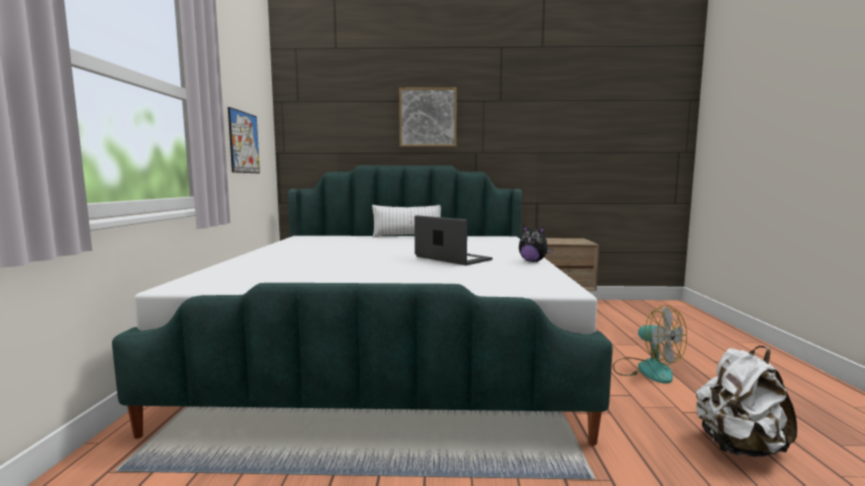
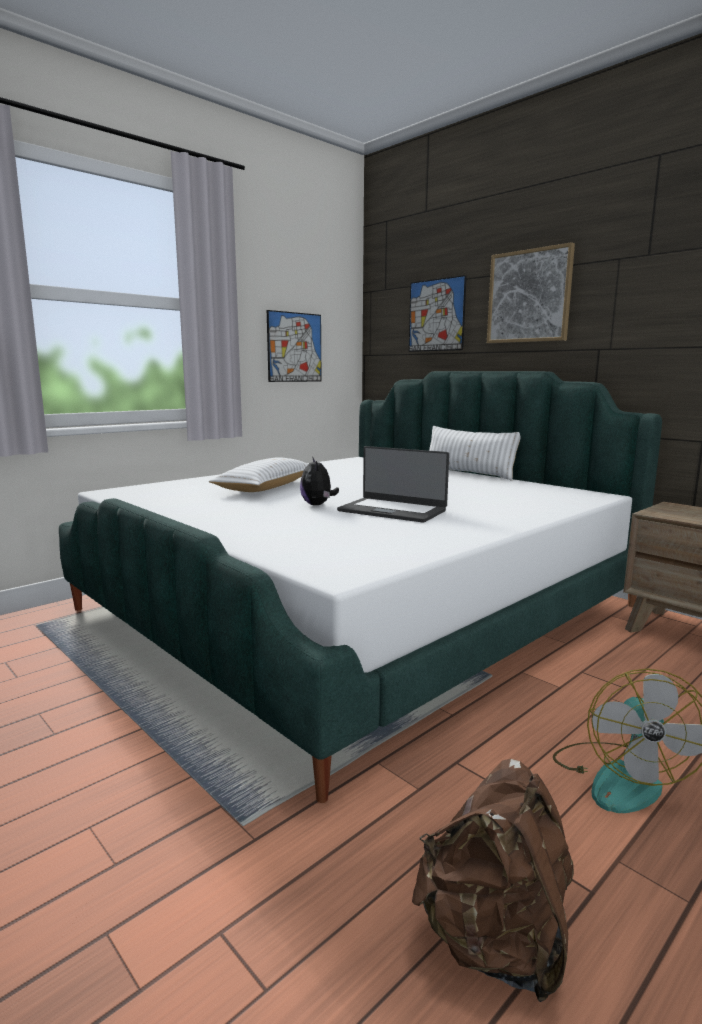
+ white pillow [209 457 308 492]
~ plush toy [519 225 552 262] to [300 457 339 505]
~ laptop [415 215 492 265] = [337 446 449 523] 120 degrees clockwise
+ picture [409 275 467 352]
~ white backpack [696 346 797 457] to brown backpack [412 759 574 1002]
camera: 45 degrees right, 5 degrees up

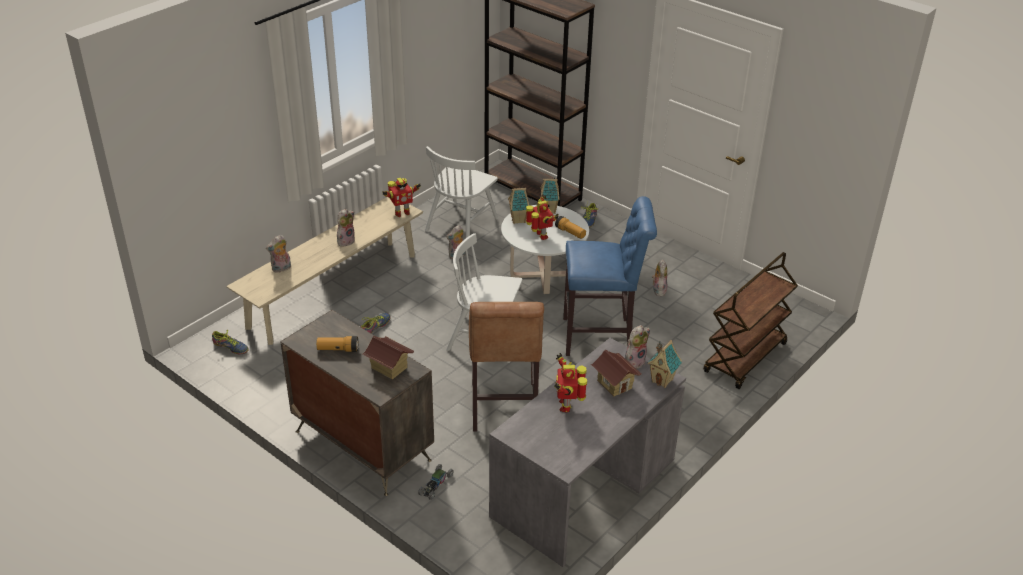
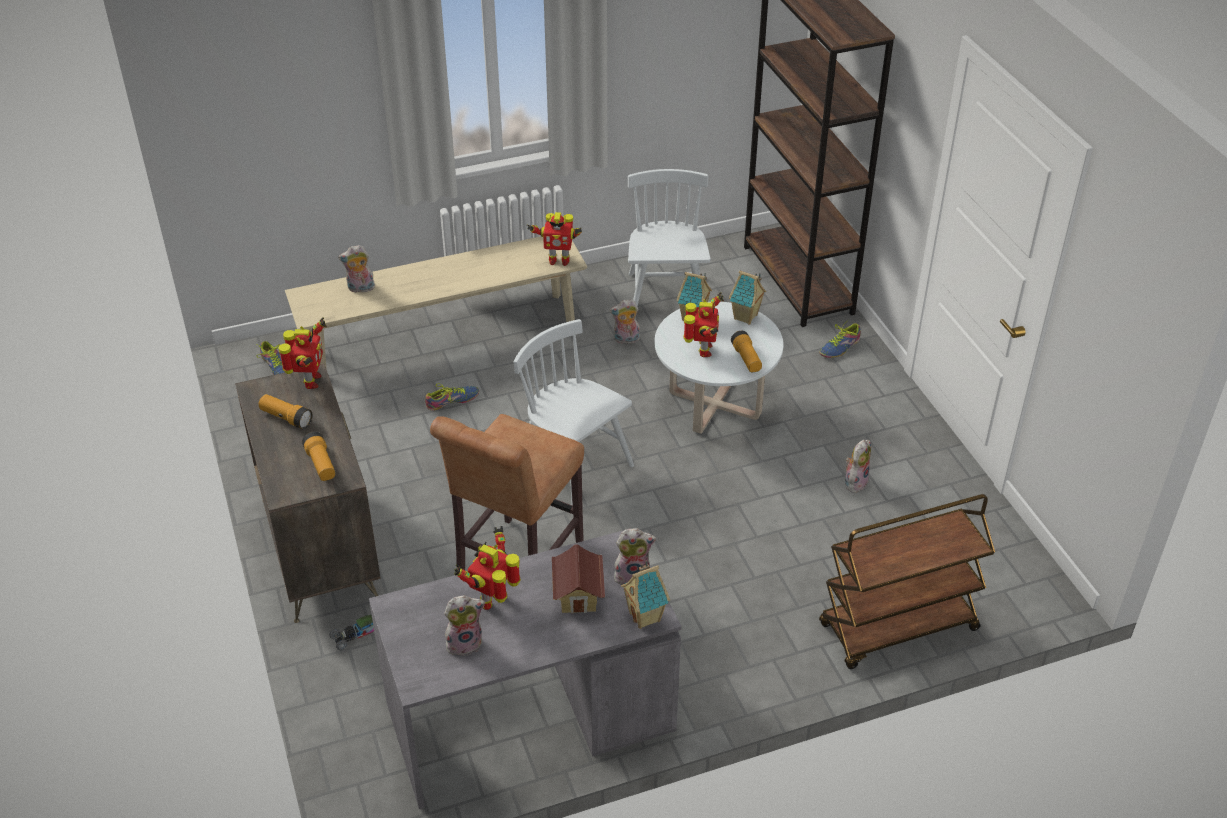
+ toy robot [278 317 327 389]
~ toy house [363 336 414 380] to flashlight [302 432 335 481]
~ plush toy [337 209 355 247] to [444 596 485 656]
~ white chair [425 146 498 238] = [628 169 711 306] 120 degrees clockwise
- blue stool [563 196 657 356]
camera: 30 degrees right, 5 degrees up

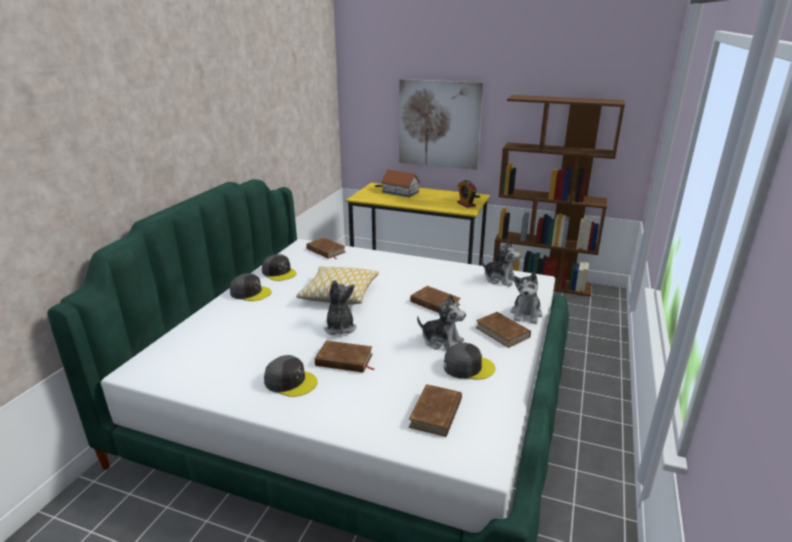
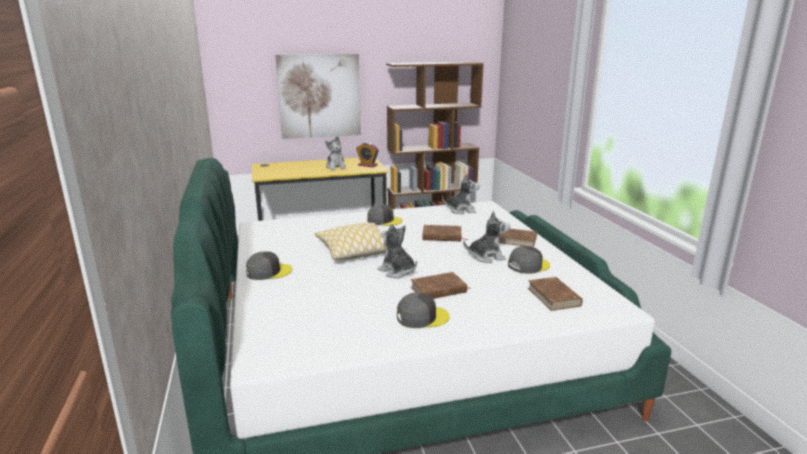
~ plush toy [511 272 542 324] to [325 136 346 170]
~ grey cap [262 254 296 281] to [367 204 403 226]
- brown book [306 238 346 259]
- toy house [381 170 420 197]
camera: 35 degrees left, 5 degrees down

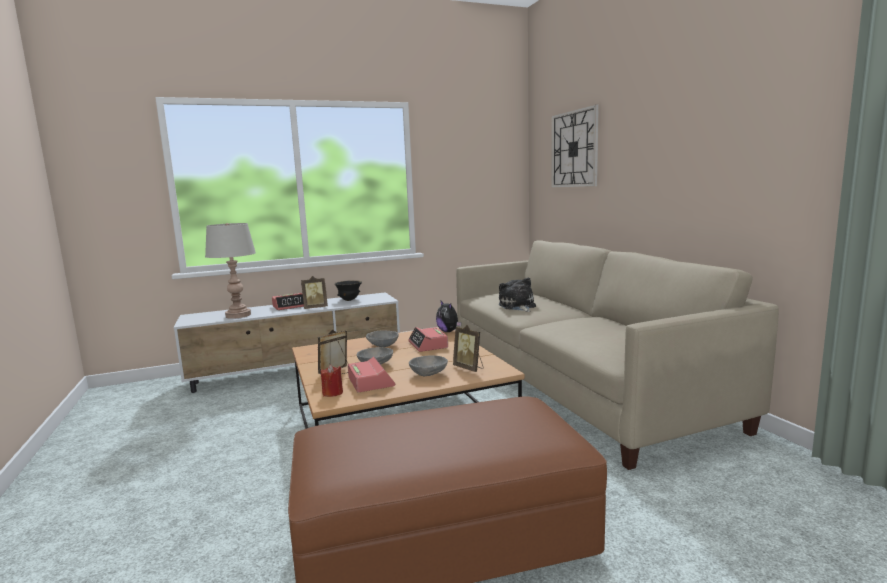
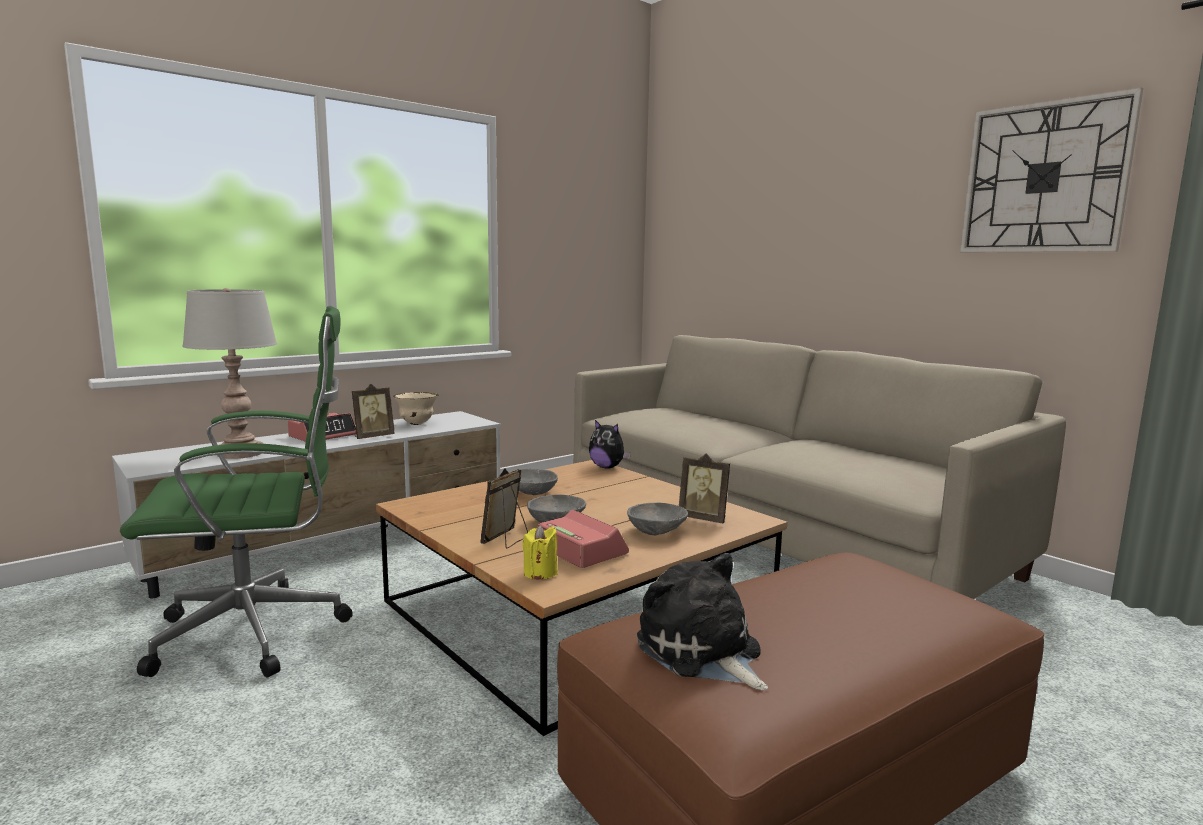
+ green office chair [120 306 353 677]
~ black bowl [334 280 362 301] to beige bowl [393 392 439 425]
~ red candle [321 364 343 397] to yellow candle [522 525 558 580]
~ plush toy [499 278 536 312] to [637 553 768 690]
~ wall clock [551 105 599 188] to [960 87 1143 252]
- alarm clock [408 327 448 352]
camera: 20 degrees left, 0 degrees up

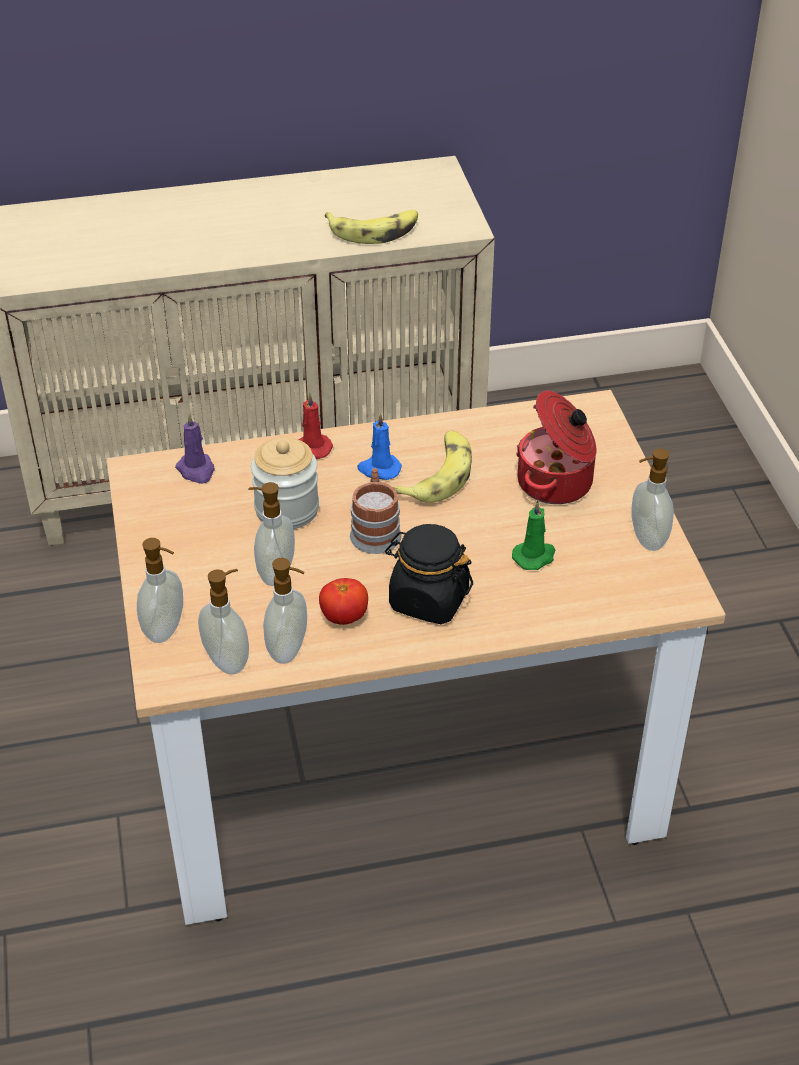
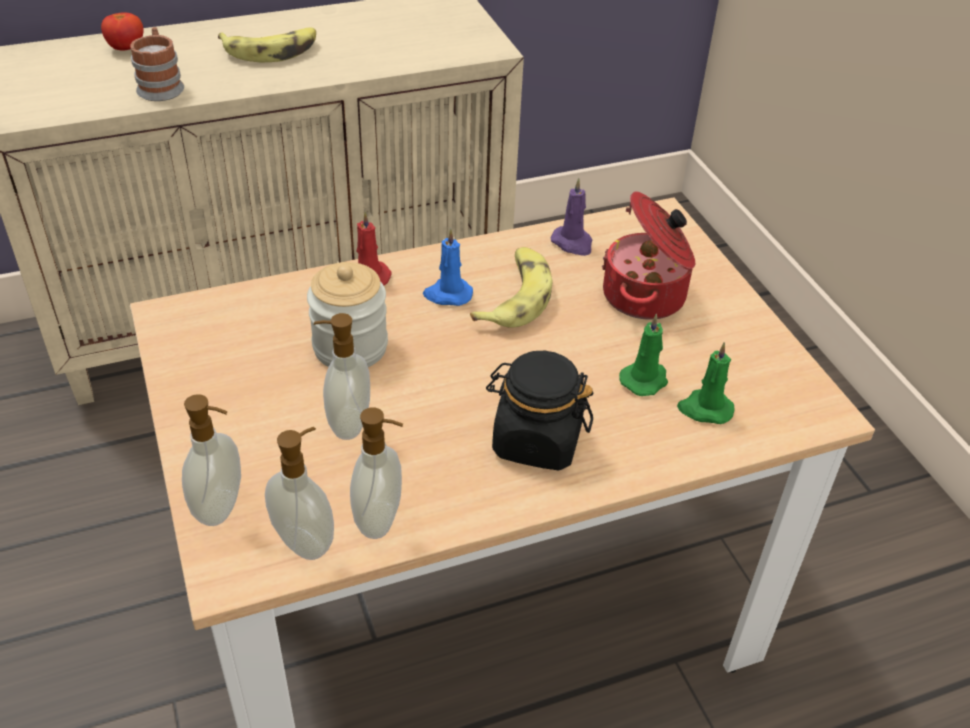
~ tomato [319 578 368 625] to [101 12 144 51]
~ mug [350 468 402 554] to [130 27 184 101]
~ banana [325 210 418 244] to [218 27 316 62]
~ purple candle [175 413 215 484] to [550 178 592 256]
+ green candle [677 342 735 424]
- soap dispenser [631 448 674 551]
camera: 10 degrees left, 0 degrees up

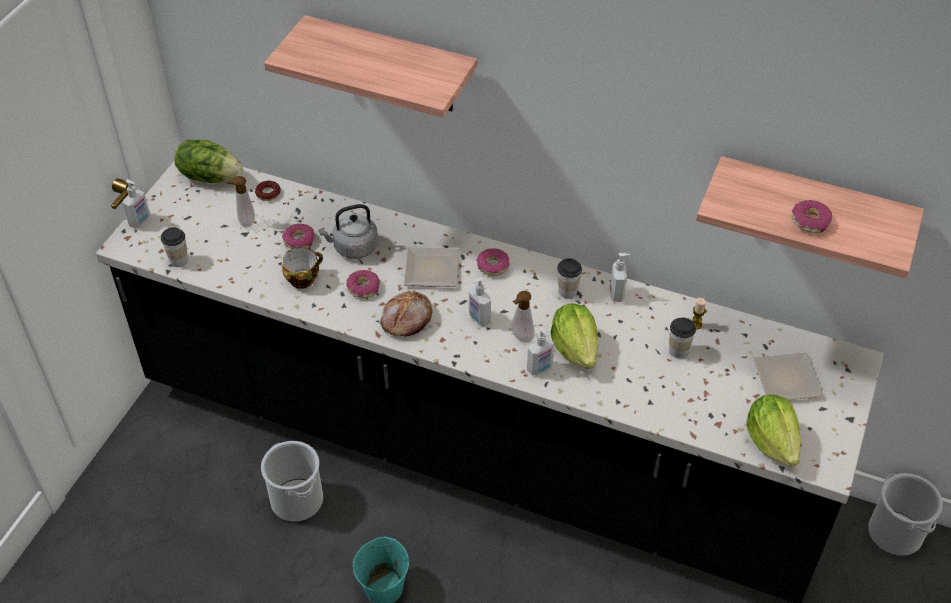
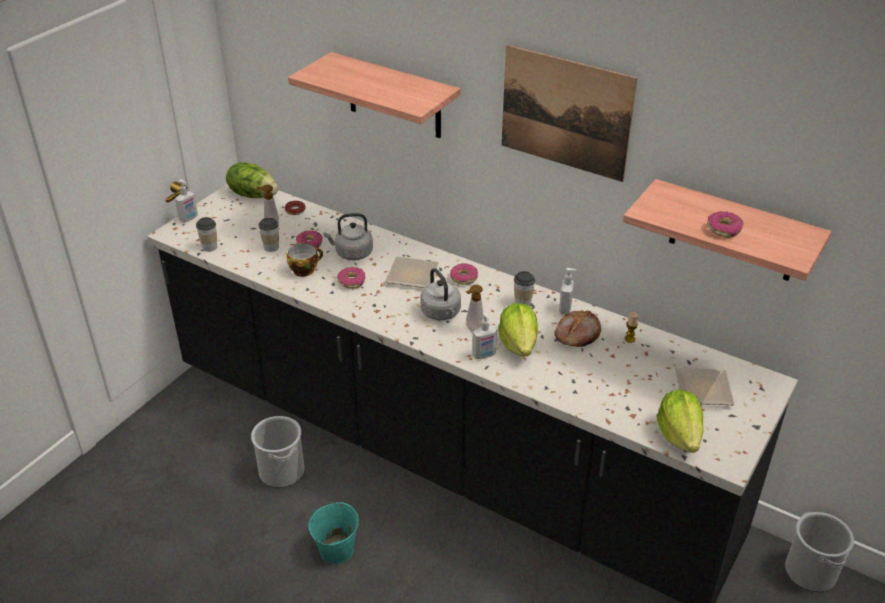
~ cup [669 317 696 358] to [259 218 279 252]
~ soap dispenser [469 277 491 326] to grey kettle [420 268 461 320]
+ picture [502 45 637 182]
~ bread [380 291 432 336] to [554 310 601 347]
camera: 10 degrees right, 10 degrees down

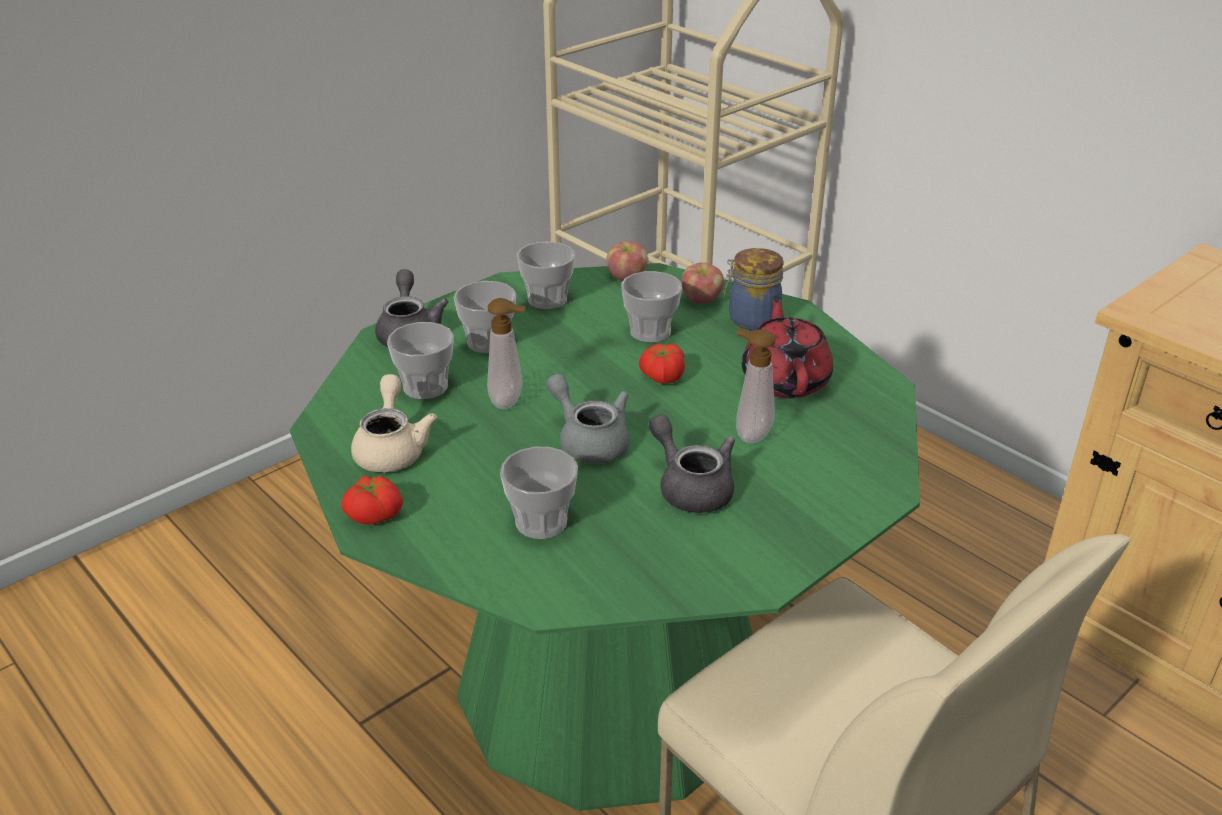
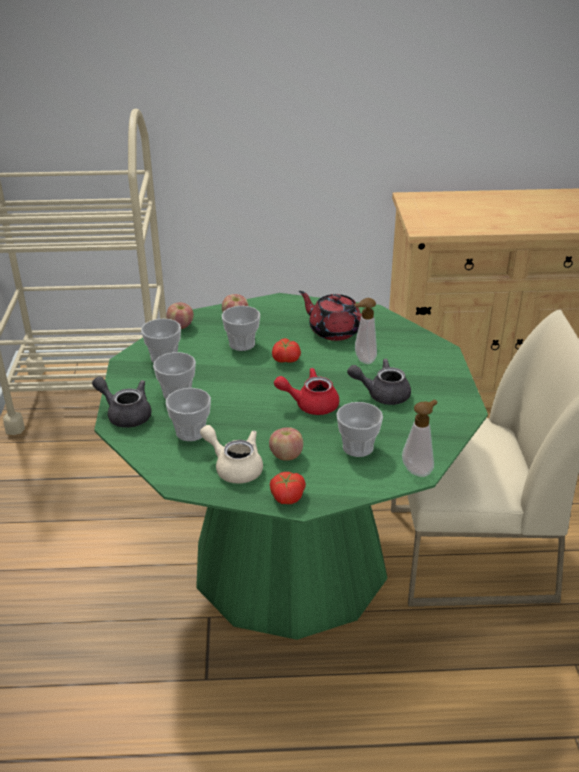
+ apple [269 427 303 461]
~ grey teapot [546 374 629 464] to red teapot [274 368 339 415]
~ soap dispenser [487 298 526 409] to [402 399 438 477]
- jar [724 248 784 330]
camera: 50 degrees left, 0 degrees up

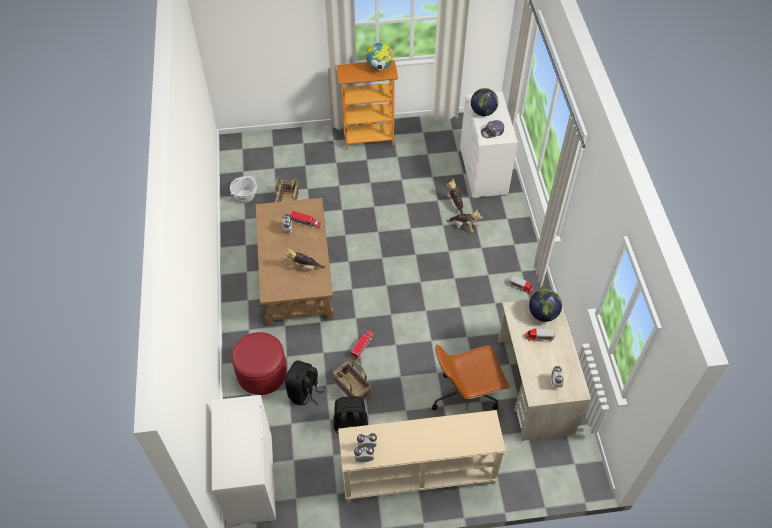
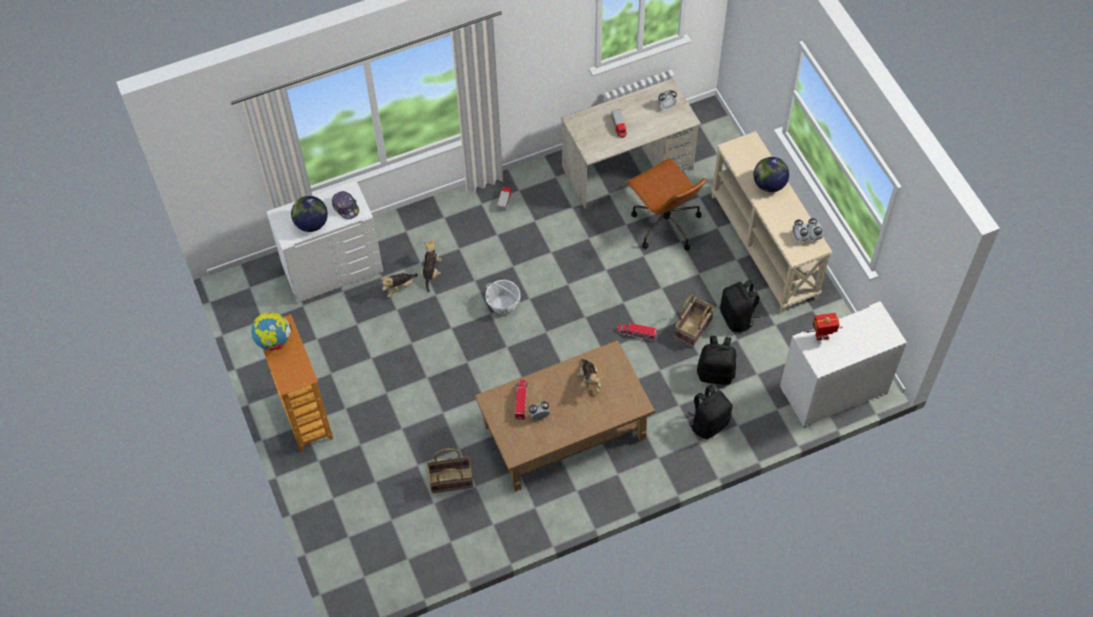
~ basket [230 176 257 203] to [485 280 521 315]
~ red ottoman [231 332 287 395] to black backpack [688 385 732 439]
~ globe [529 289 562 322] to [754 157 789 192]
+ toy robot [807 313 842 340]
camera: 105 degrees left, 5 degrees up

